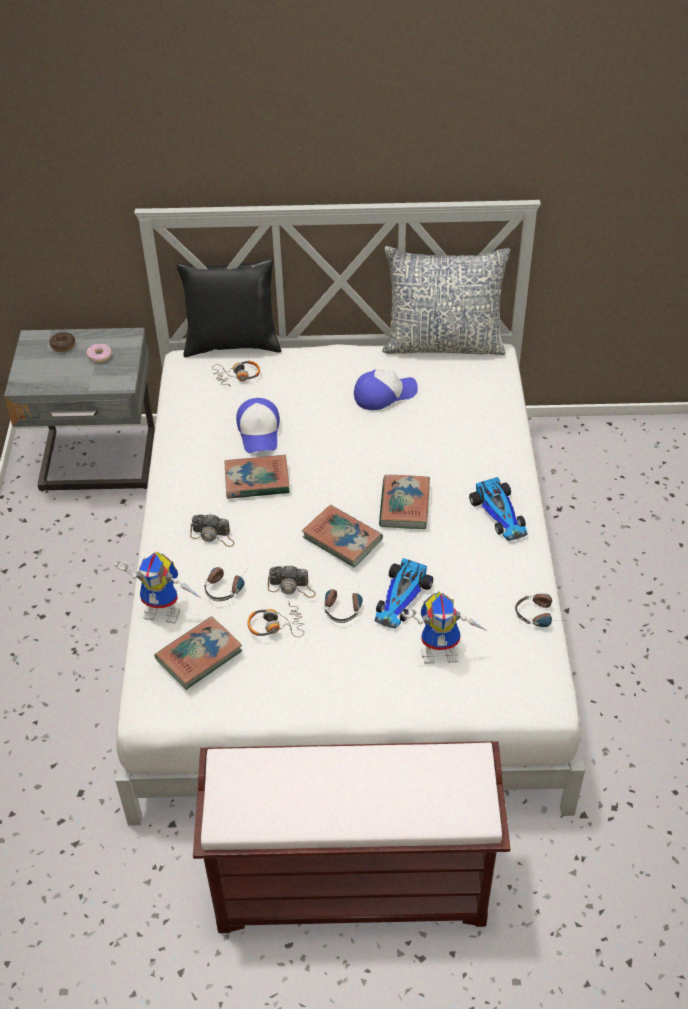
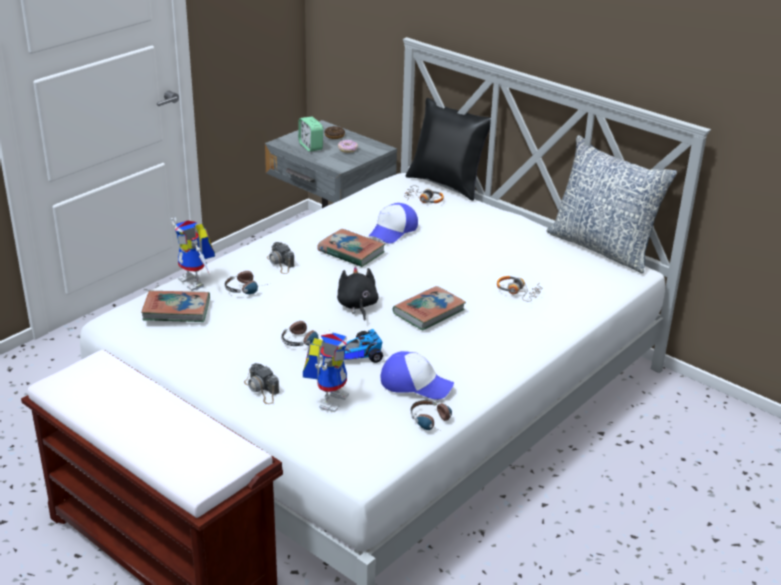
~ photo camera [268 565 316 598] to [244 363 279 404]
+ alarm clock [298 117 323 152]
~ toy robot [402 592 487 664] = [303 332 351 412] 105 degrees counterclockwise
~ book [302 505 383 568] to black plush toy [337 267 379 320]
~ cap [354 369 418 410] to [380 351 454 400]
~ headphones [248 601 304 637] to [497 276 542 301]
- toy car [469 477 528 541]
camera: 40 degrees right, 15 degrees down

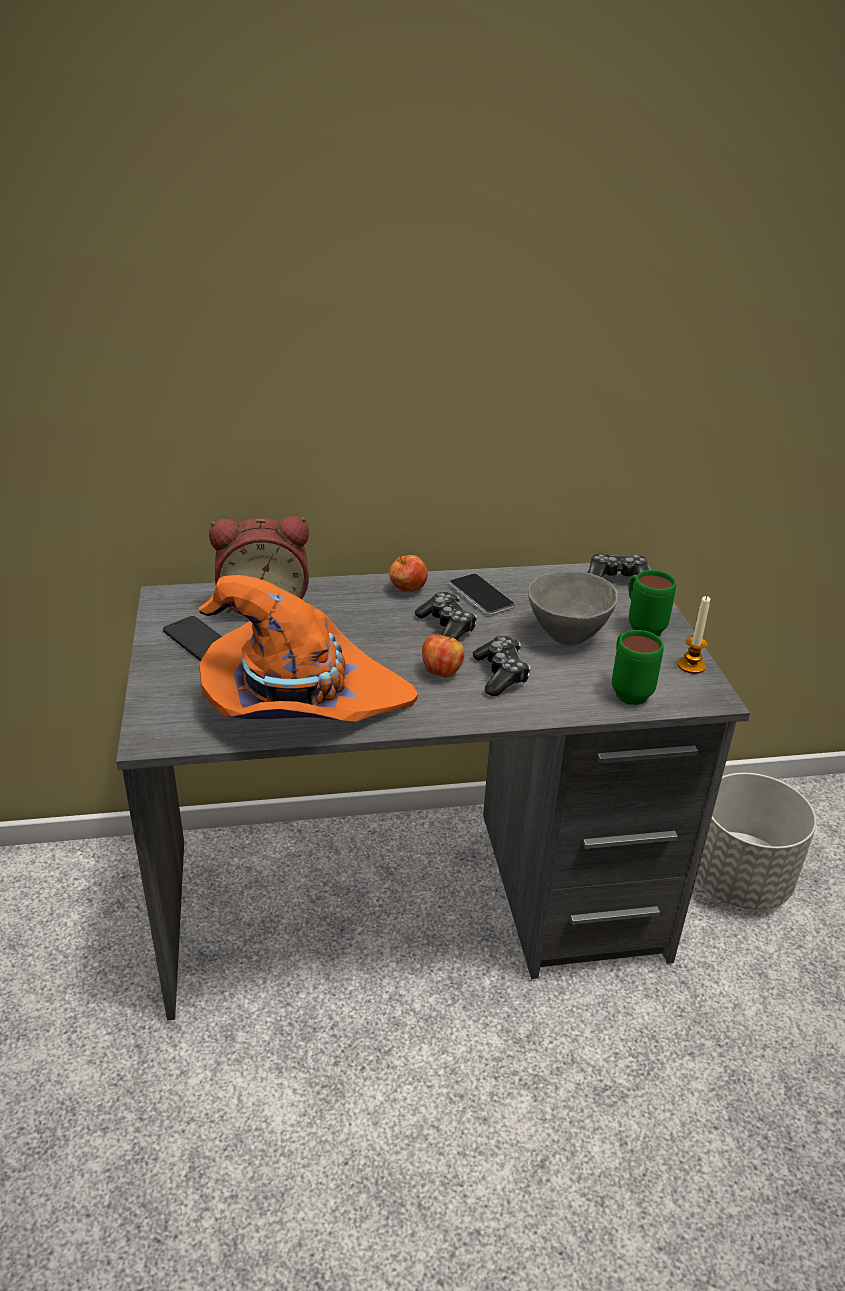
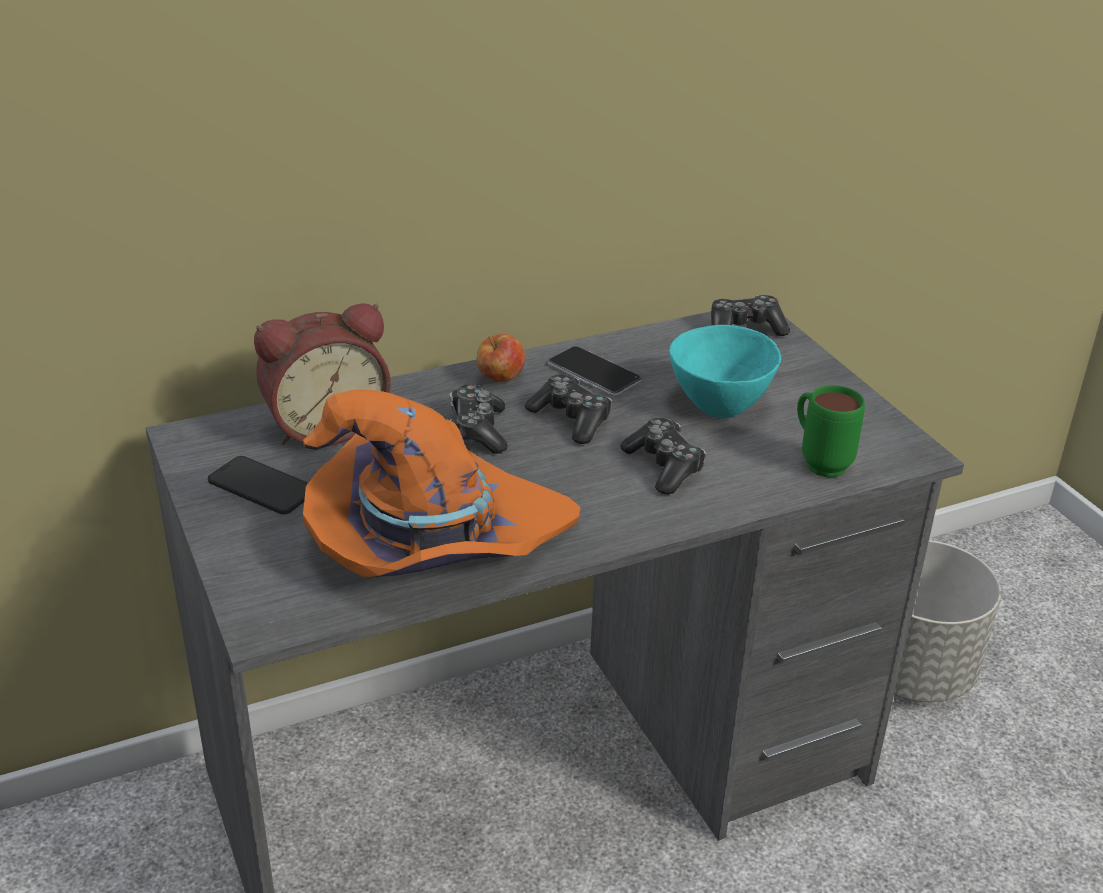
+ game controller [449 384 508 454]
~ grey bowl [528 571 618 646] to turquoise bowl [669 325 781 419]
- apple [422 634 465 677]
- green mug [628 570 676 636]
- candle [678 596 710 674]
camera: 15 degrees left, 0 degrees up

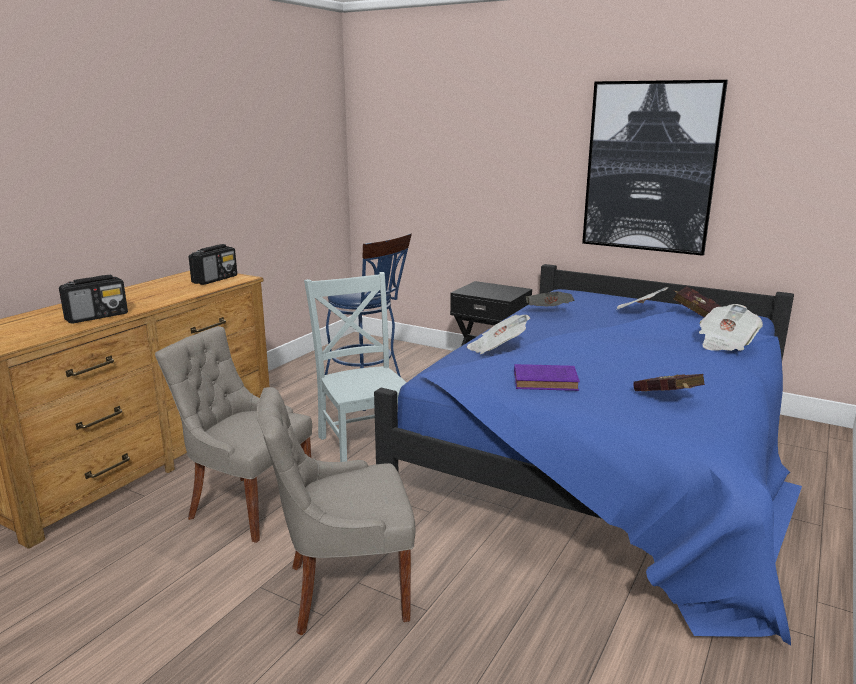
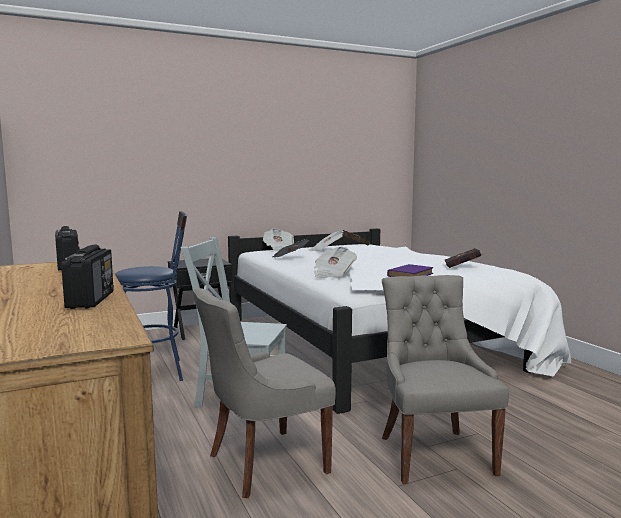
~ blue bed [374 264 802 645] to white bed [228 228 571 414]
~ newspaper [699 304 763 351] to [263 229 294 252]
~ grey chair [256 387 415 635] = [382 275 509 484] 150 degrees clockwise
- picture [582 80 728 256]
camera: 55 degrees left, 10 degrees down

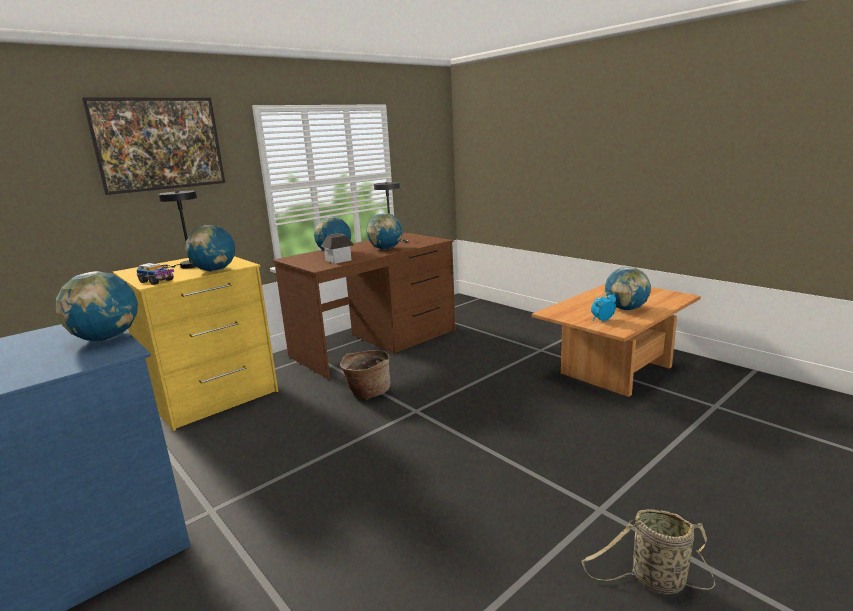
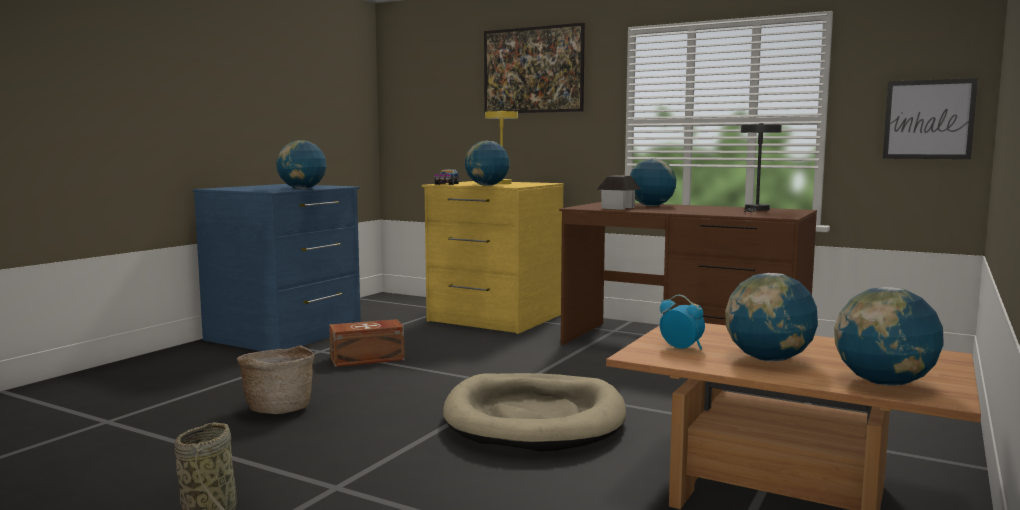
~ basket [340 350 390 400] to [237 345 314 414]
+ brown storage box [329 319 405 367]
+ beige dog bed [443 373 626 452]
~ black table lamp [158 191 197 268] to yellow table lamp [485 110 518 184]
~ globe [366 213 403 250] to [834 287 944 386]
+ picture [883 78 978 159]
camera: 70 degrees right, 10 degrees down

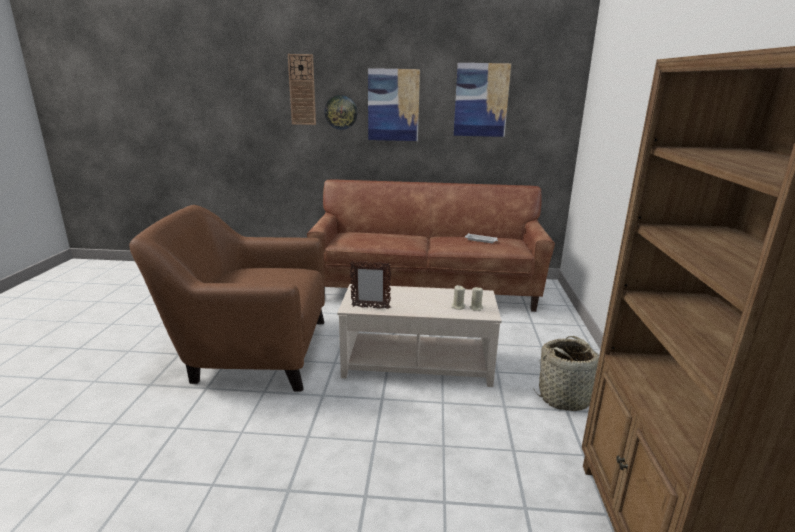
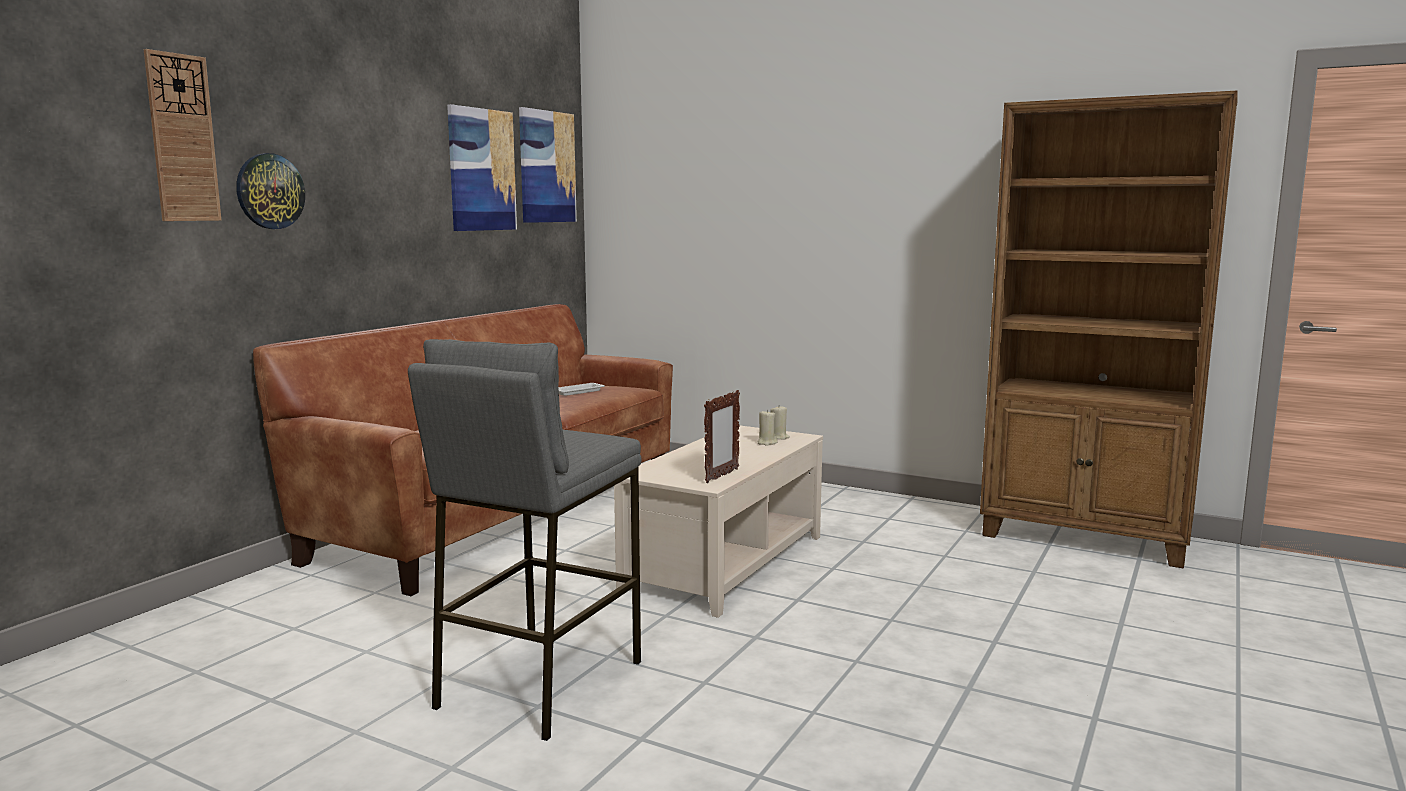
~ brown armchair [129 205 325 392] to grey stool [408 339 641 741]
~ picture [368 68 420 141] to [519 107 577 223]
- basket [533 336 599 411]
camera: 65 degrees left, 10 degrees down

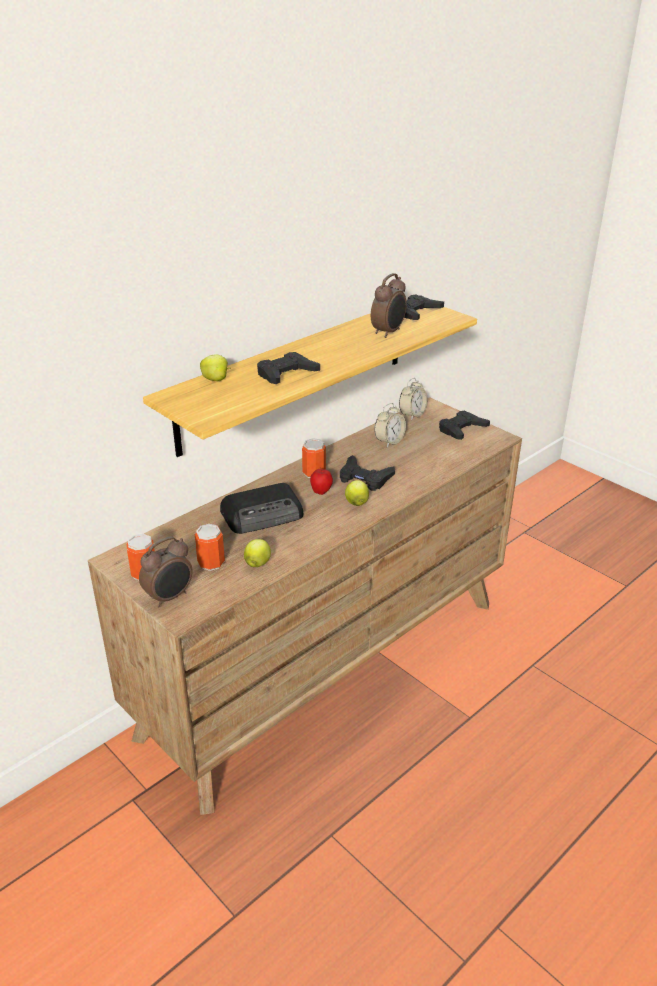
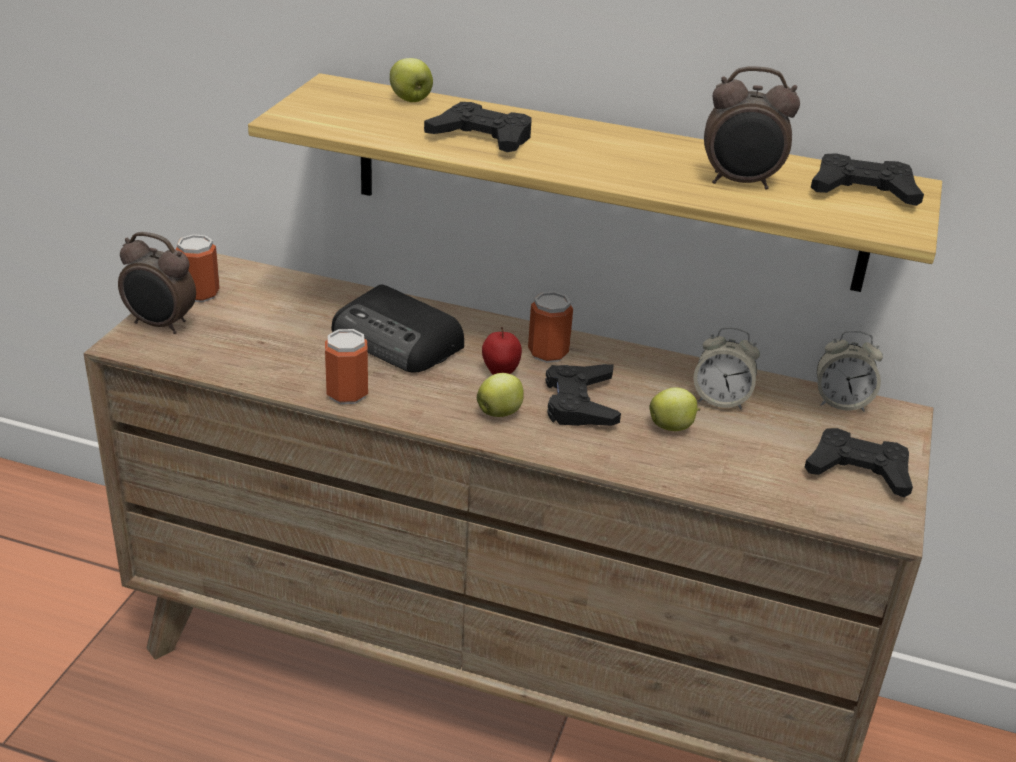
~ can [195 524 225 571] to [325 329 368 404]
~ apple [244 539 271 567] to [649 387 701 431]
camera: 60 degrees right, 0 degrees up

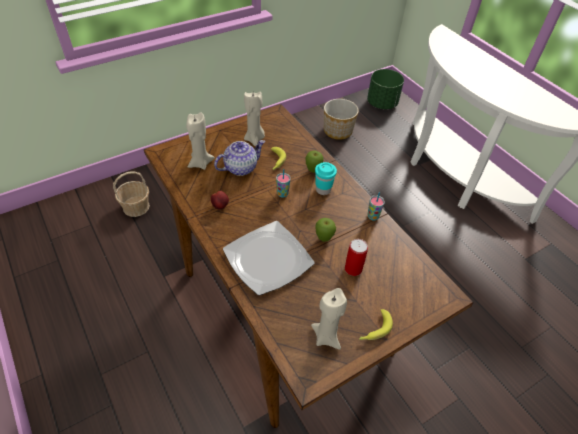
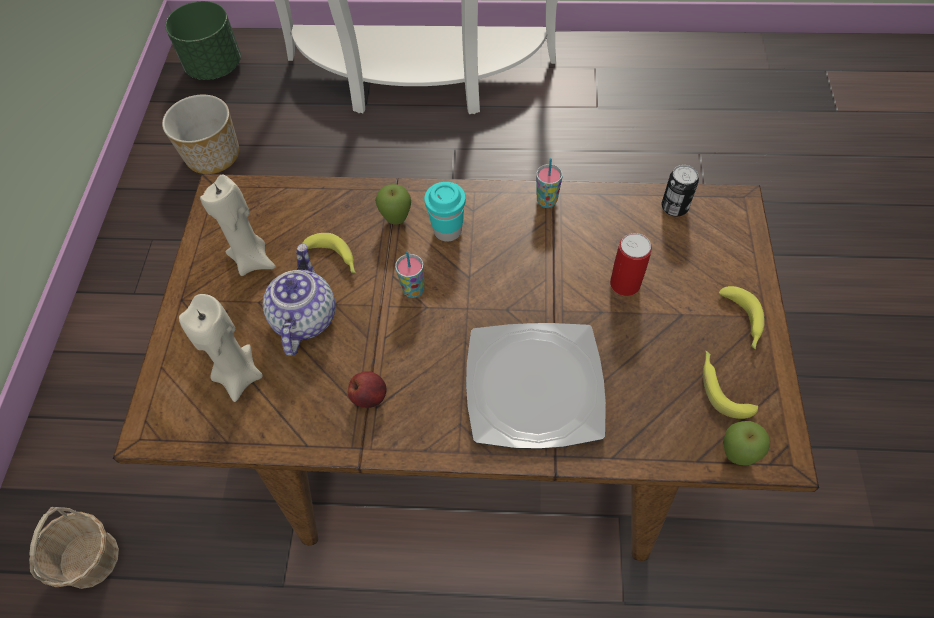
+ can [662 165 699 217]
~ beige candle [311 288 347 350] to banana [703 351 758 419]
~ apple [315 218 336 242] to [723 421 770 465]
camera: 50 degrees left, 10 degrees up

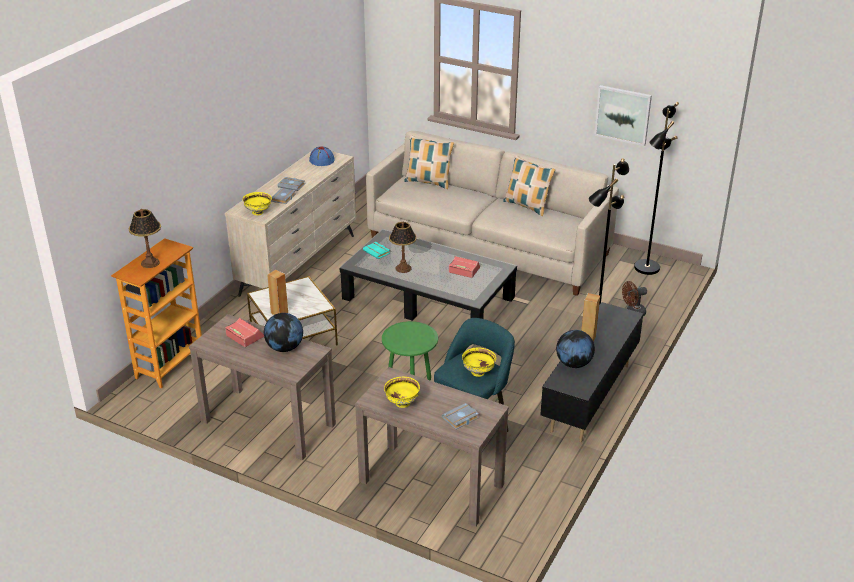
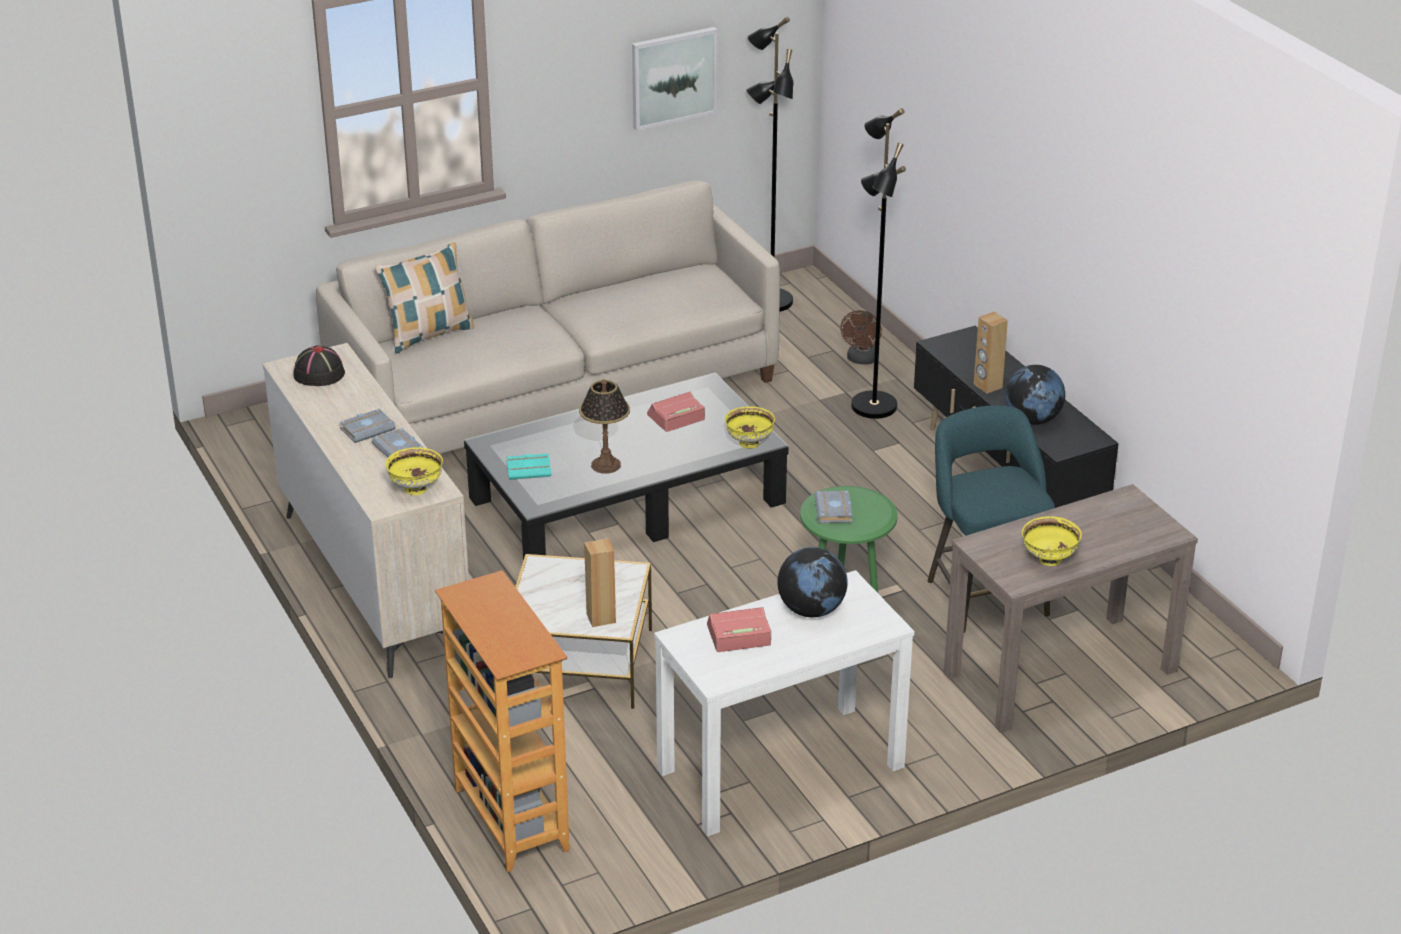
~ blue hat [309 146 335 166] to black hat [293 345 345 386]
~ brown console table [189 314 336 461] to white console table [654 570 914 836]
~ yellow bowl [462 347 496 377] to [725 406 775 449]
~ grey book [442 403 479 430] to [815 491 853 523]
- table lamp [128 209 161 268]
- pillow [503 155 555 216]
camera: 55 degrees left, 0 degrees up

